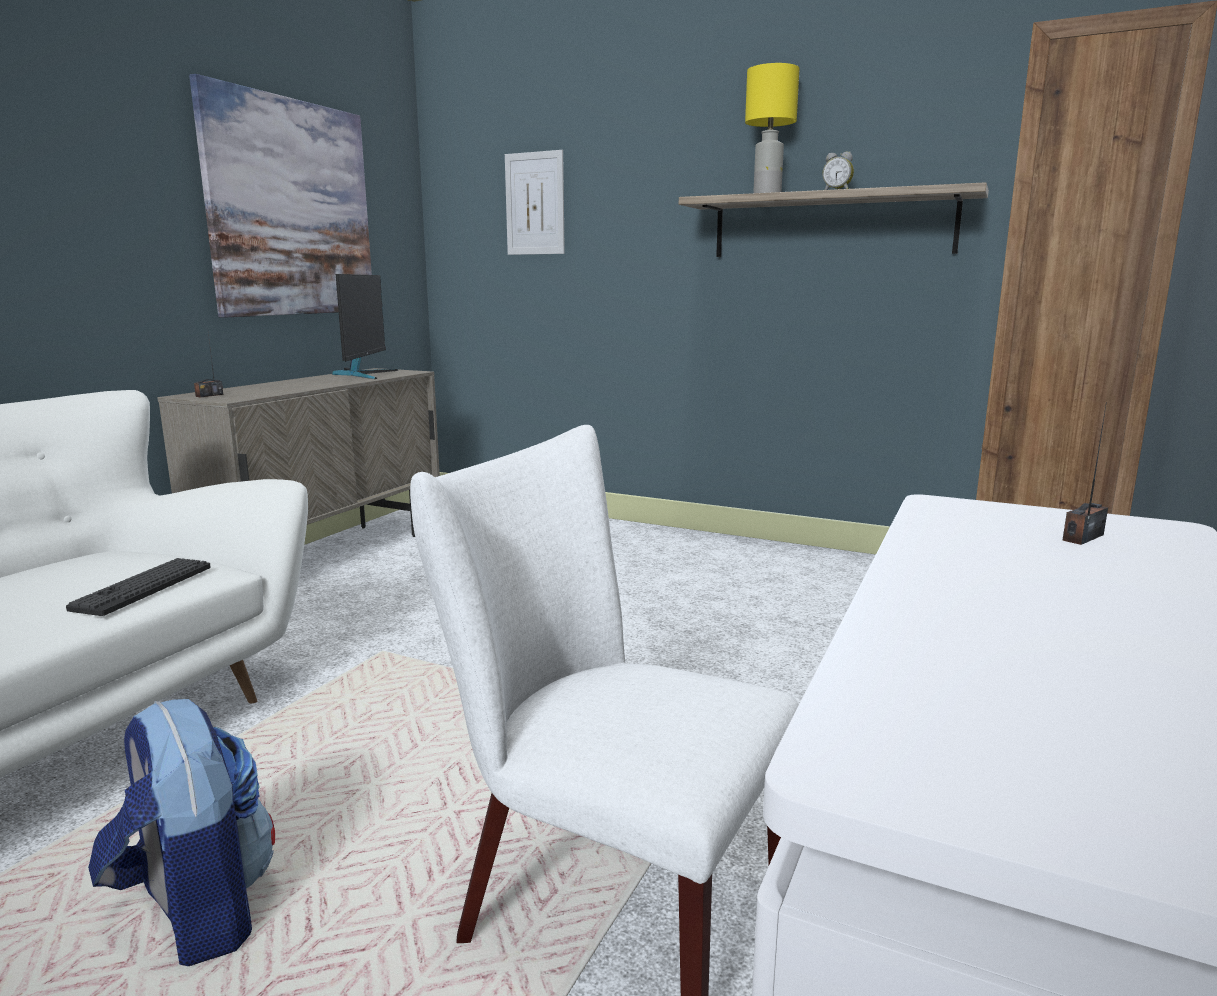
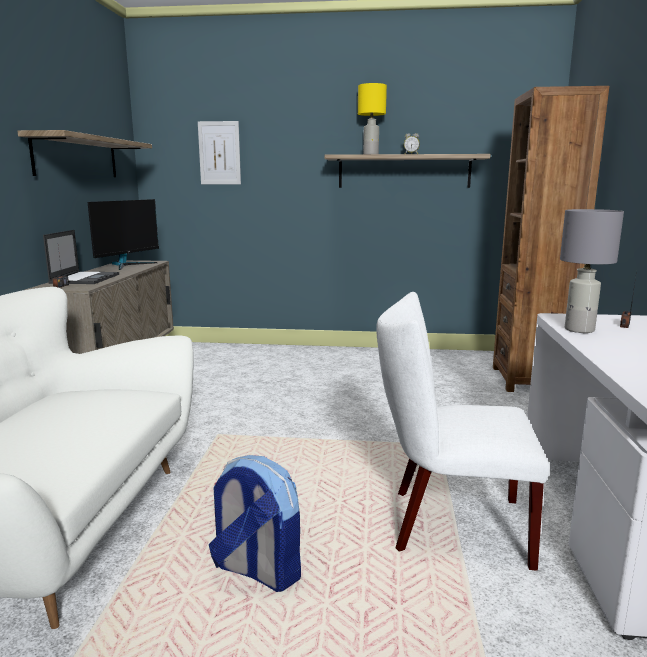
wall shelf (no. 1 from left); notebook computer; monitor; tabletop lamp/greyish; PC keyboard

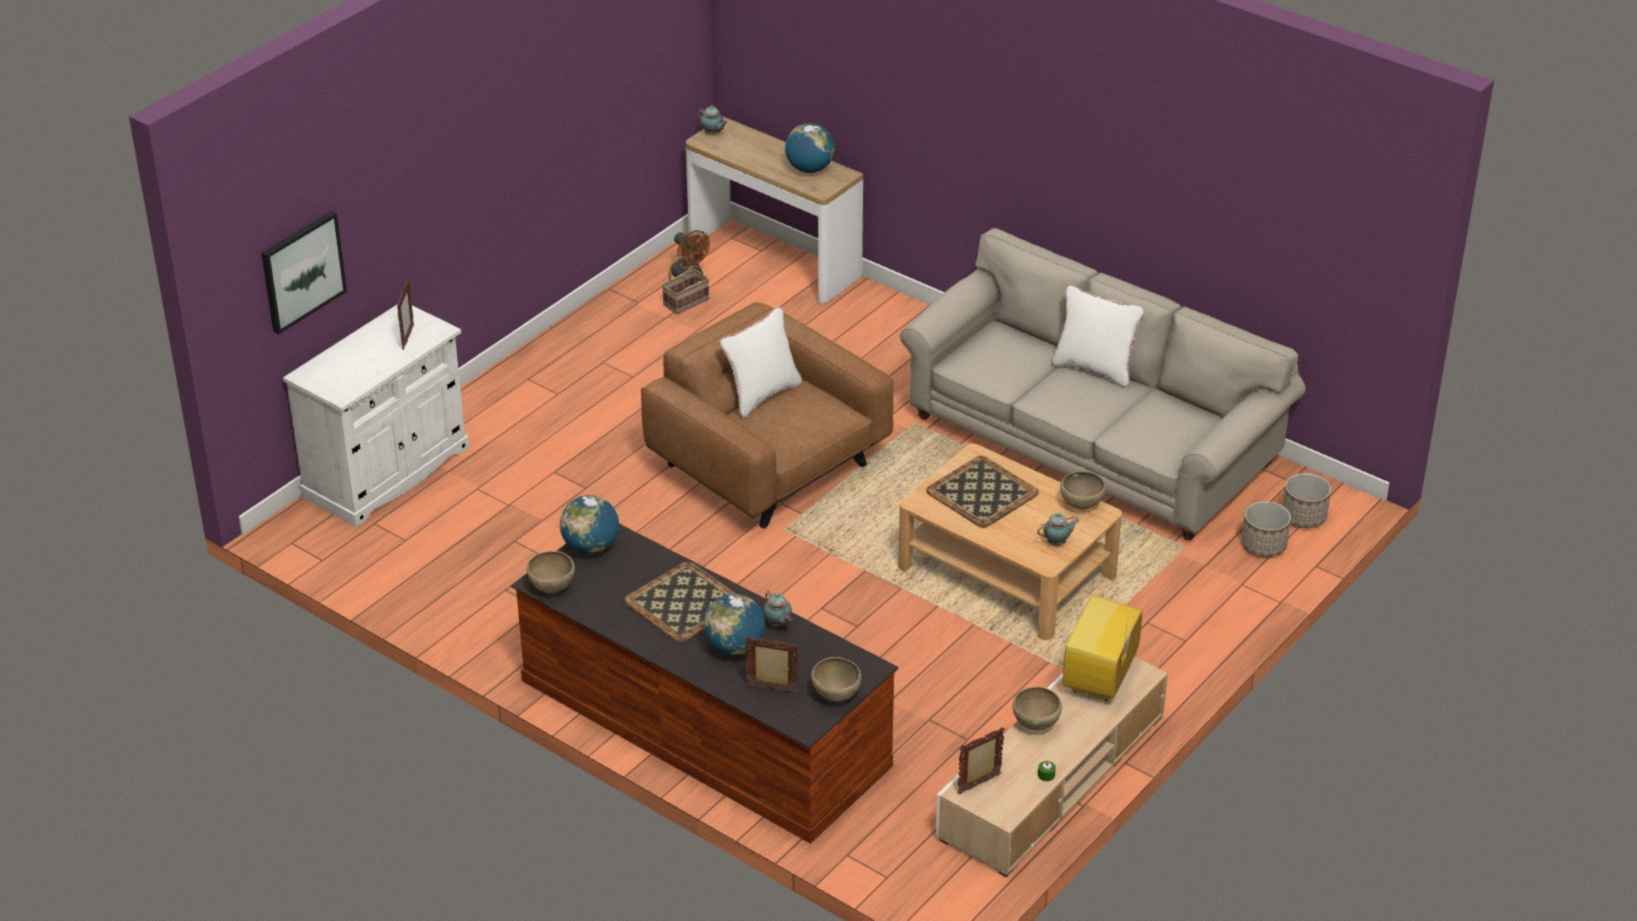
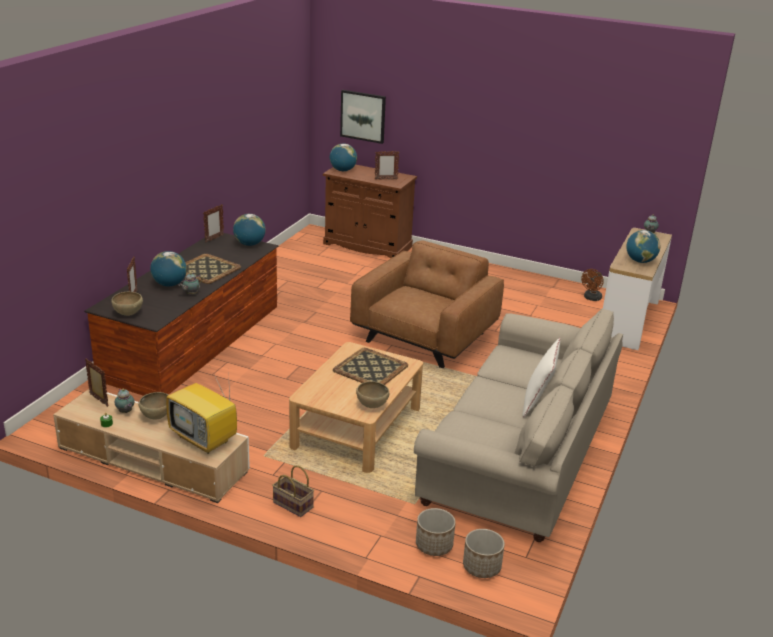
teapot (no. 1 from left); TV set; photo frame (no. 3 from left); basket; storage cabinet/brown-coloured; world globe (no. 3 from left); throw pillow/white-coloured (no. 1 from left in the first image)

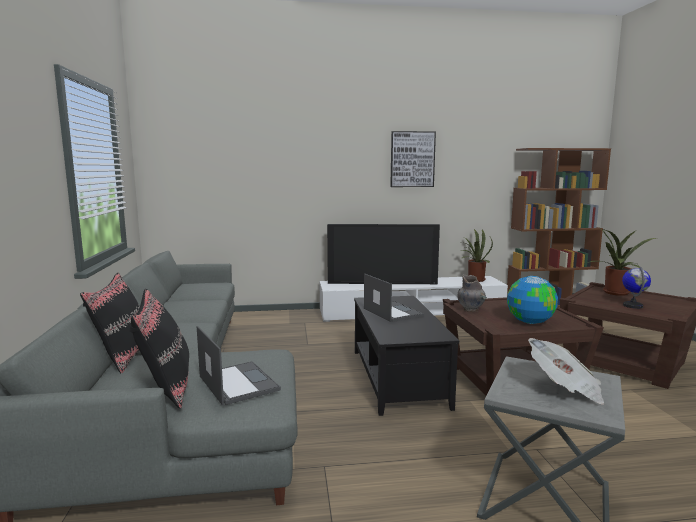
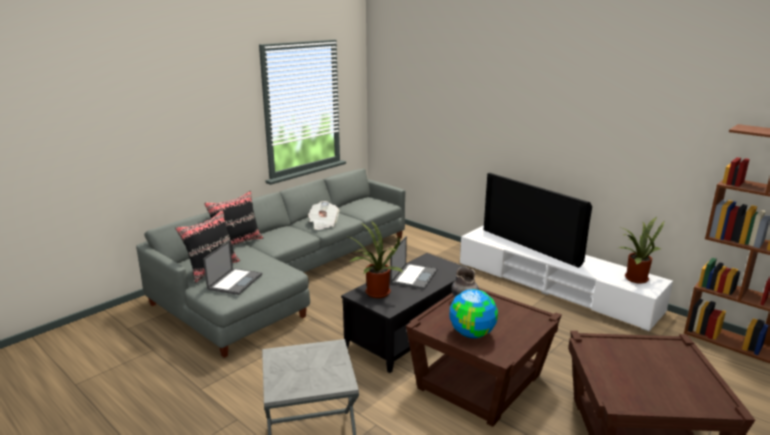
newspaper; potted plant (no. 1 from left); wall art; world globe (no. 2 from left in the first image)

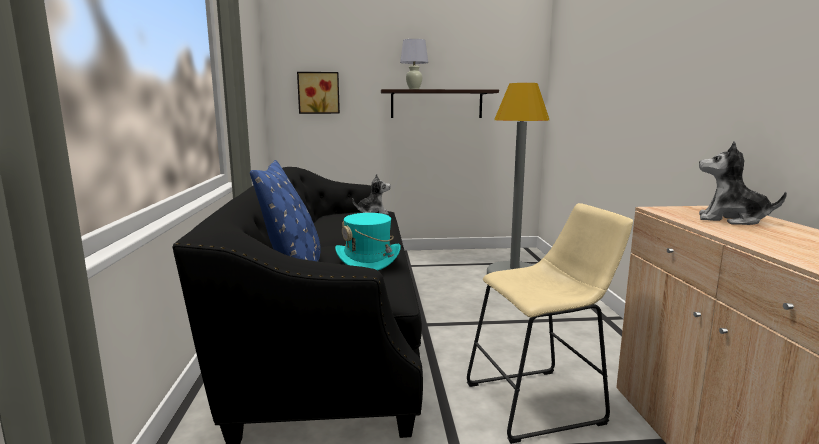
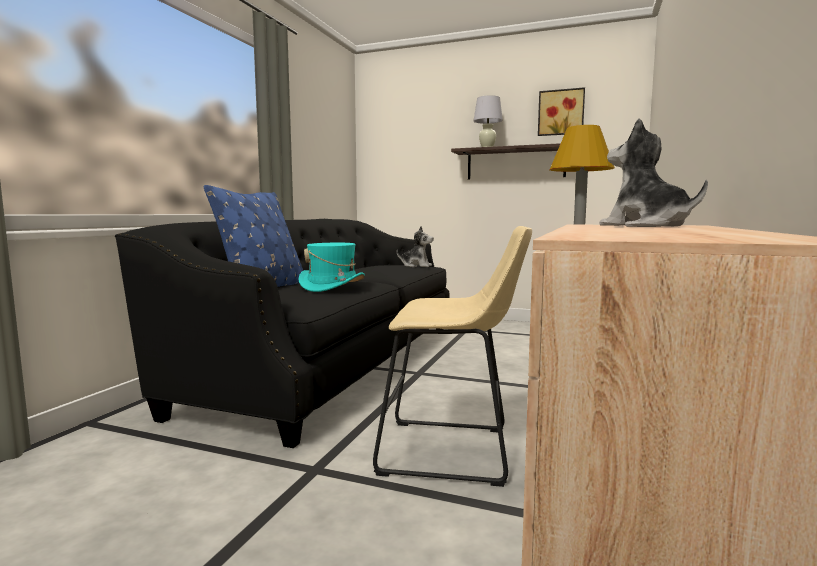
wall art

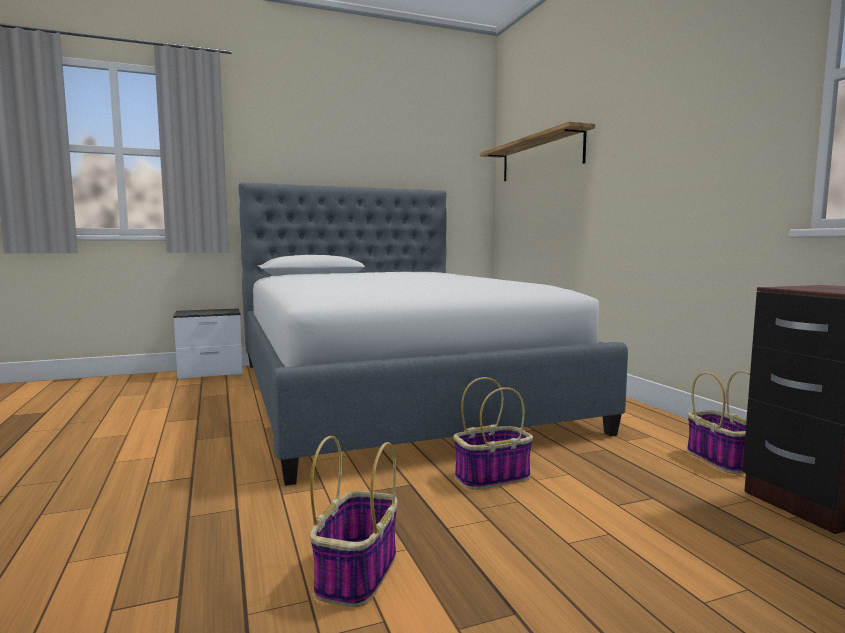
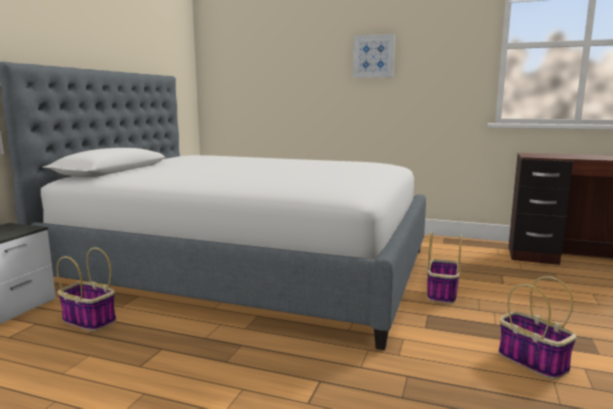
basket (no. 1 from left); wall art; wall shelf

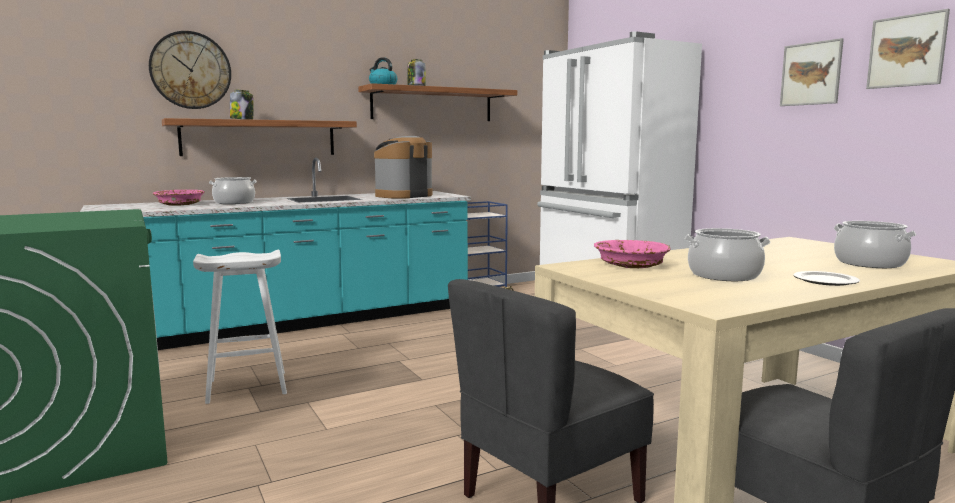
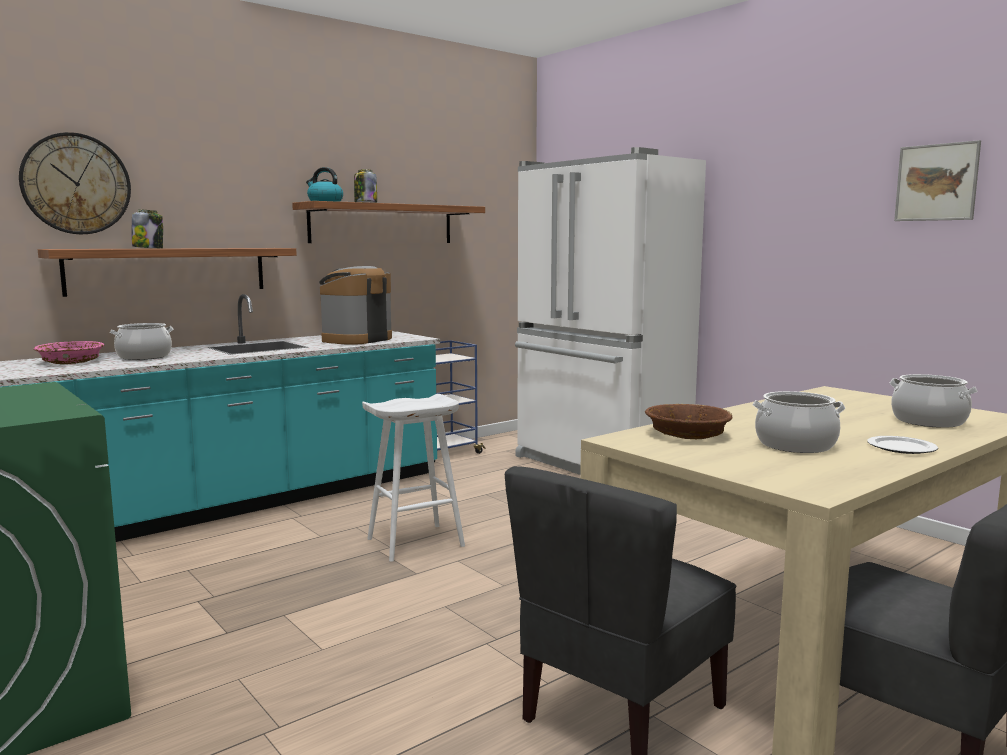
stool/white-coloured; bowl/brown-coloured; wall art (no. 1 from left in the first image)

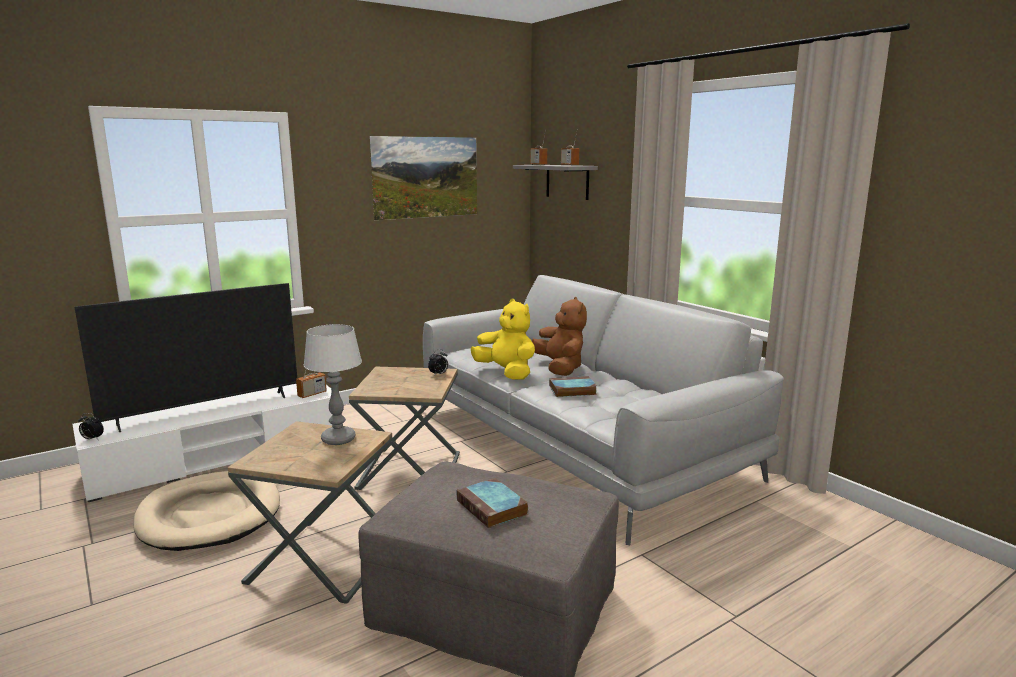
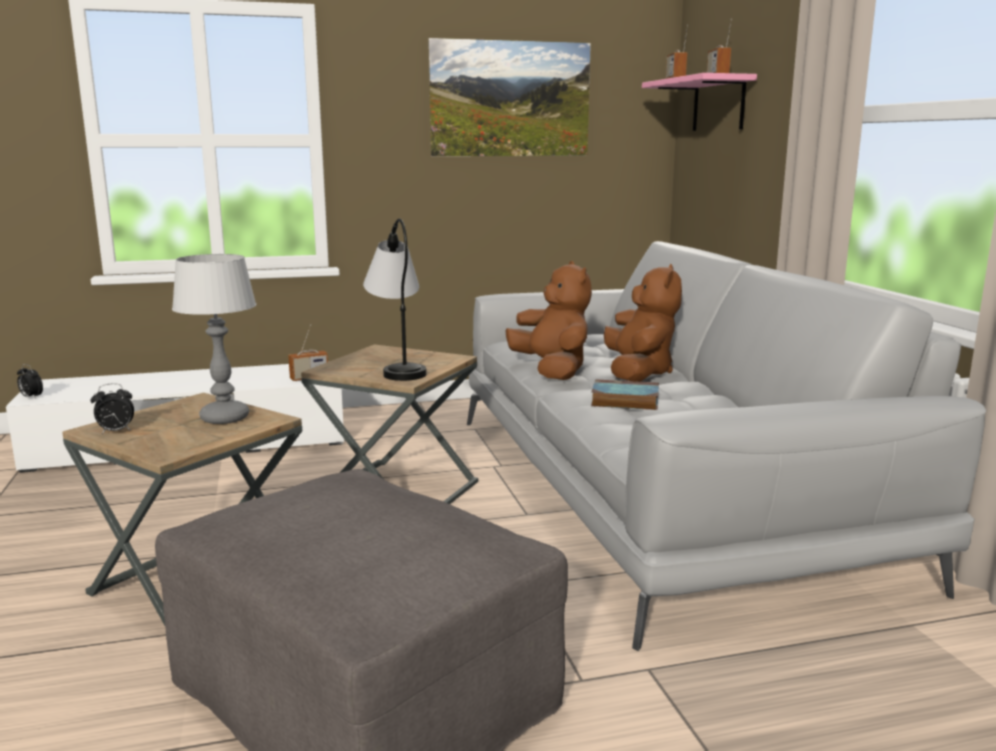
table clock (no. 2 from left); tabletop lamp (no. 2 from left); soft toy/brown-coloured (no. 1 from left); wall shelf/pink-coloured; TV set; dog cushion/sand-coloured; volume (no. 1 from left in the first image)

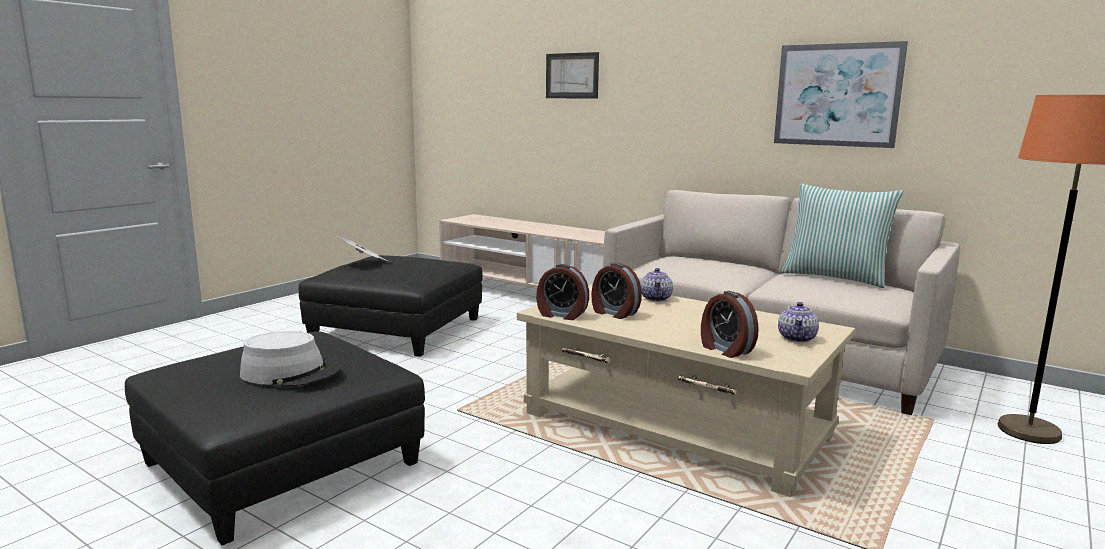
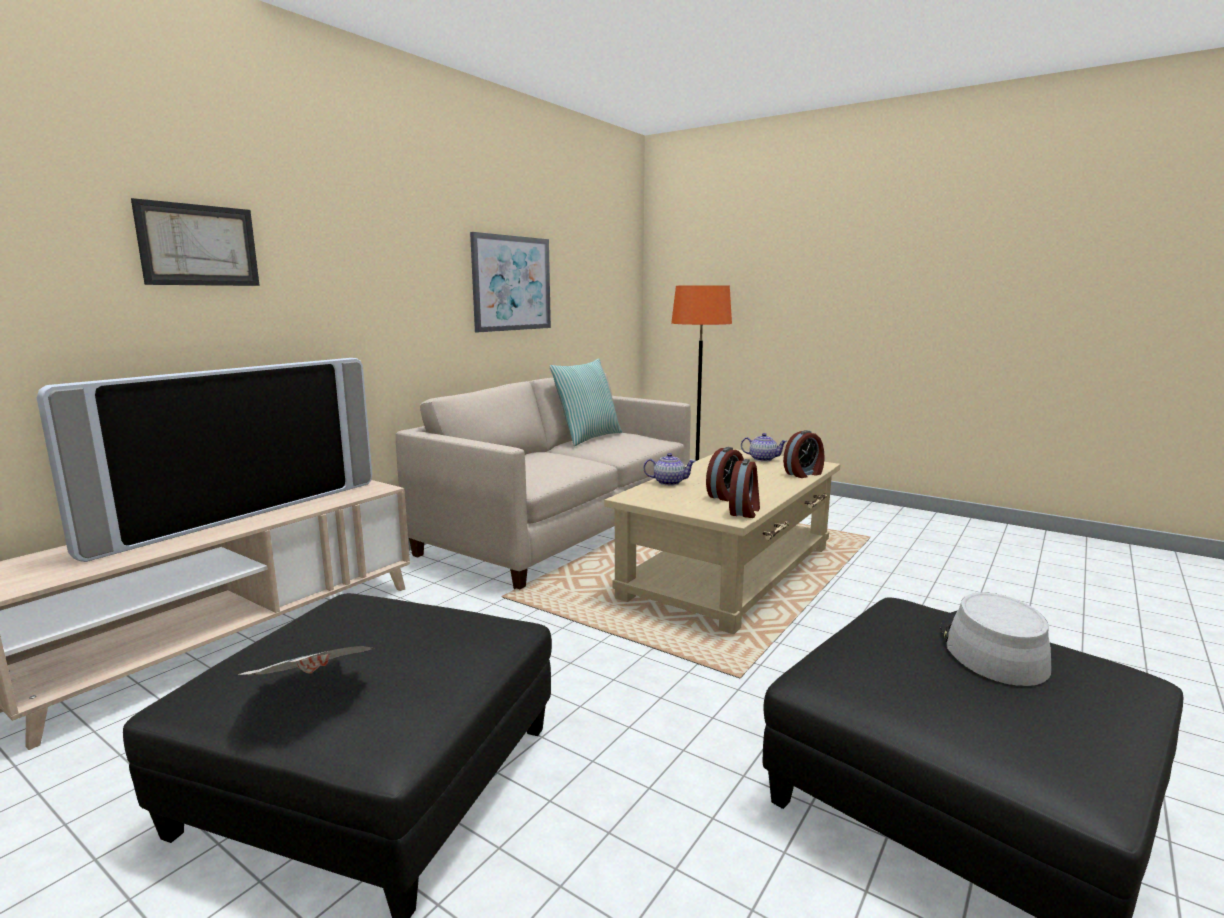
TV set

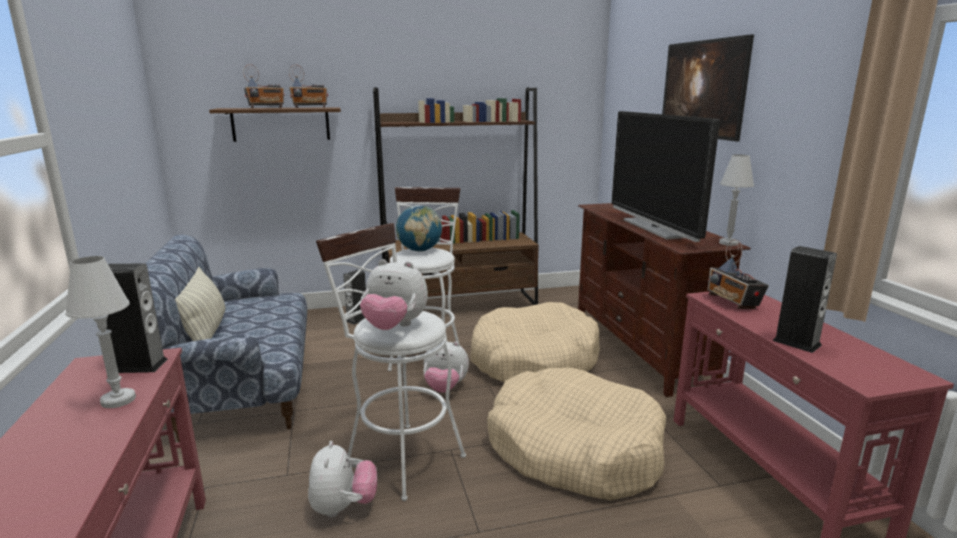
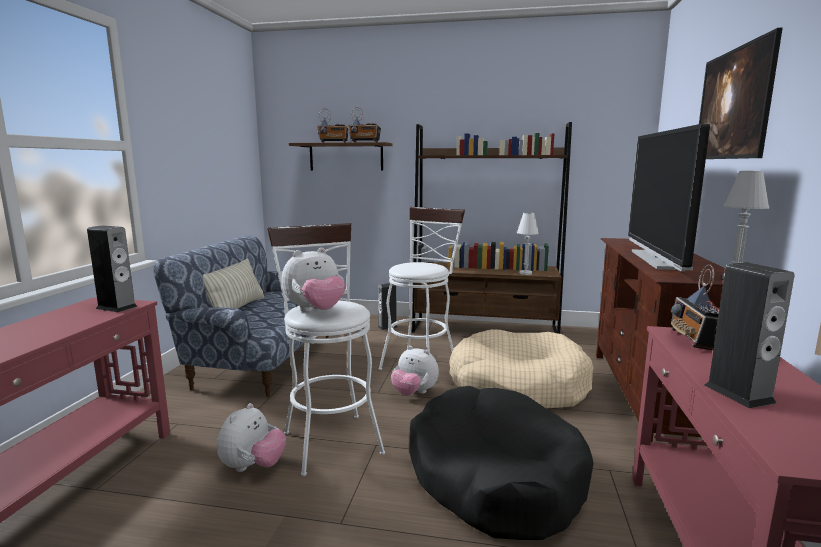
soft toy (no. 2 from left); dog cushion/black; tabletop lamp/white-coloured (no. 1 from left); world globe

